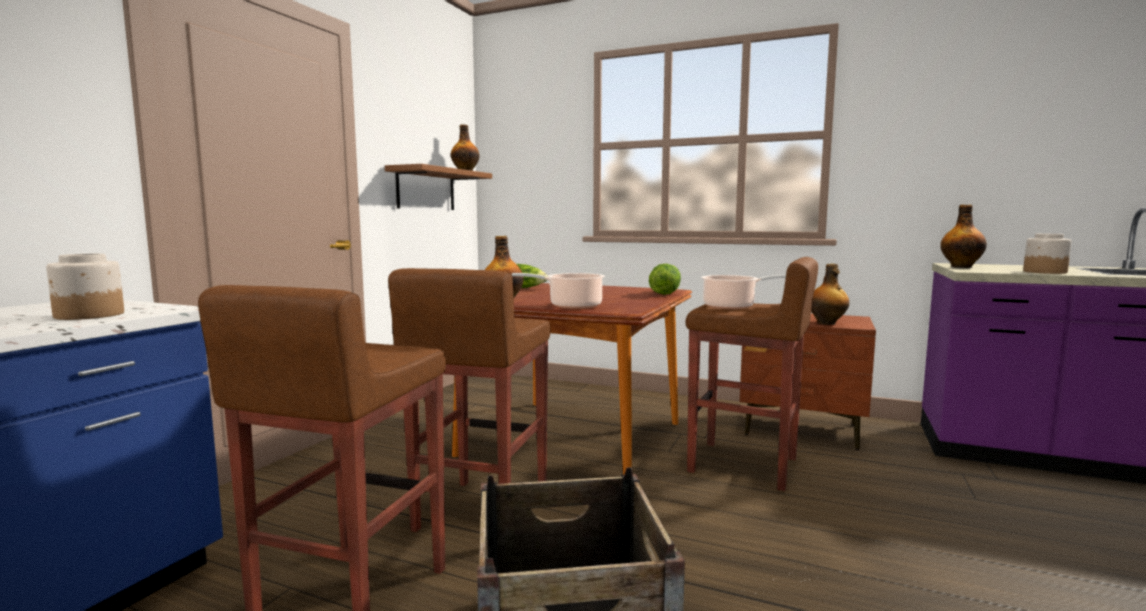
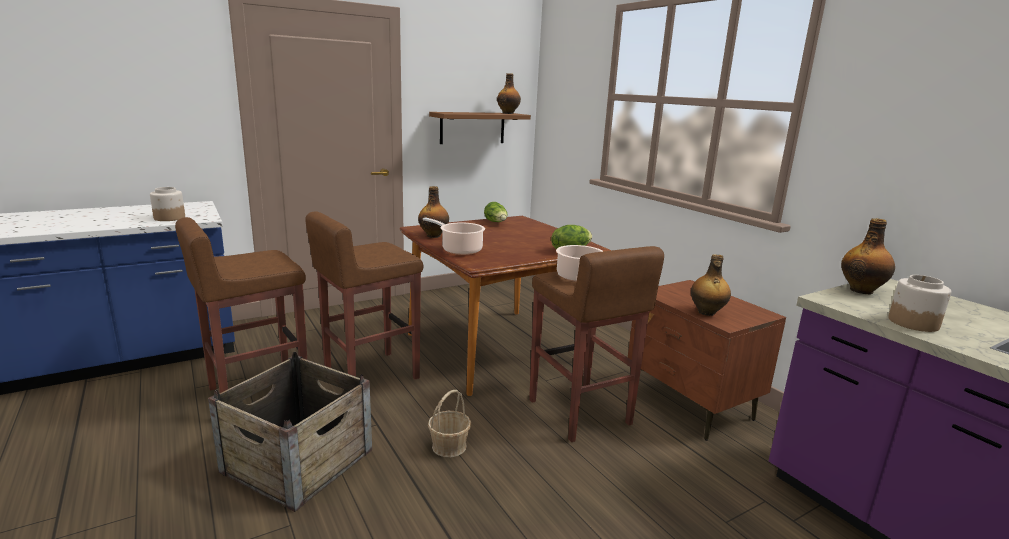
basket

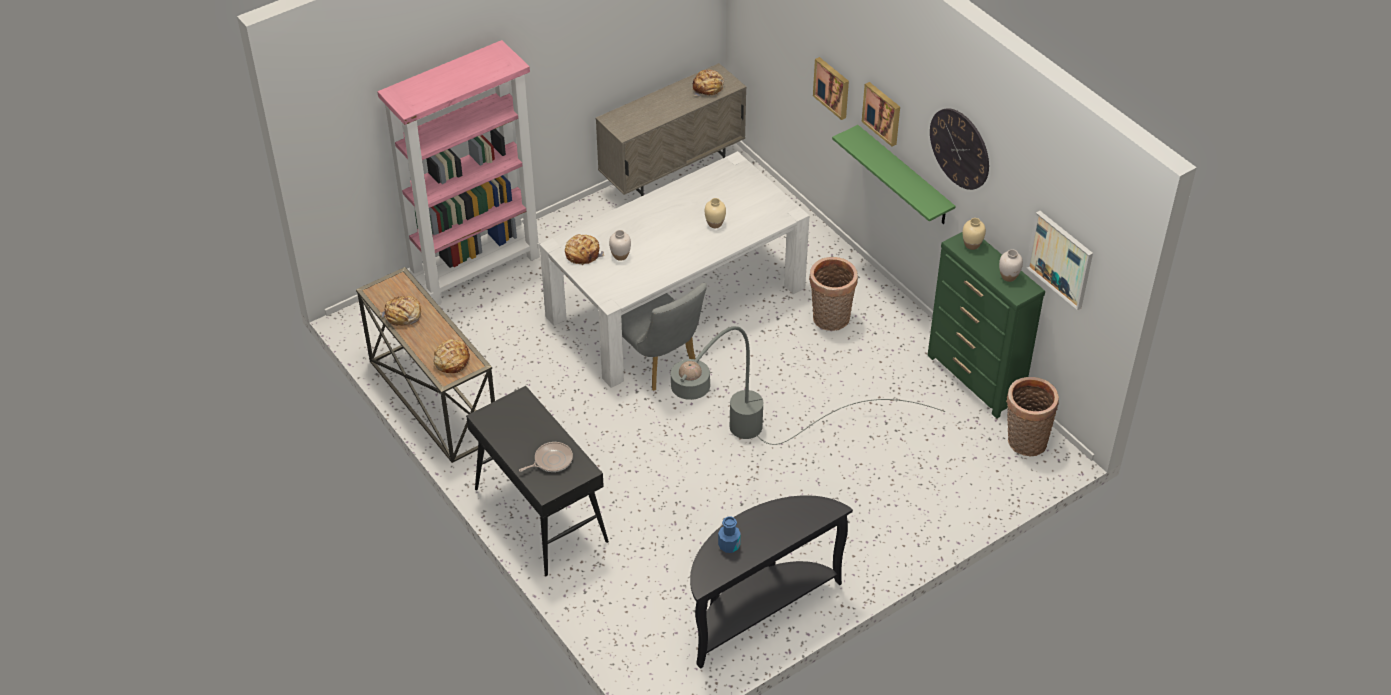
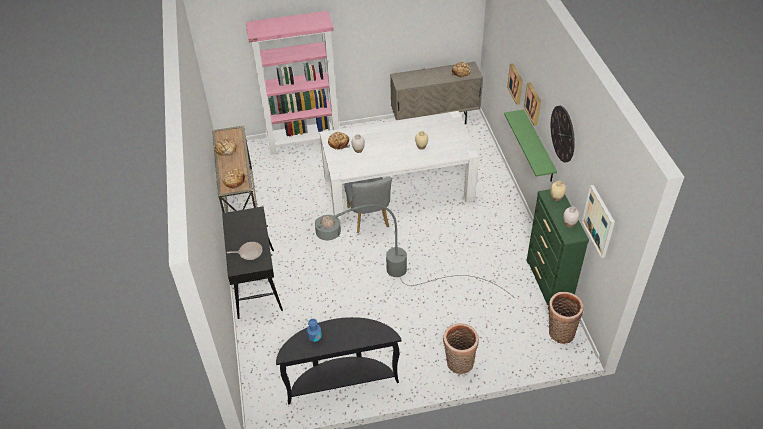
basket (no. 1 from left)

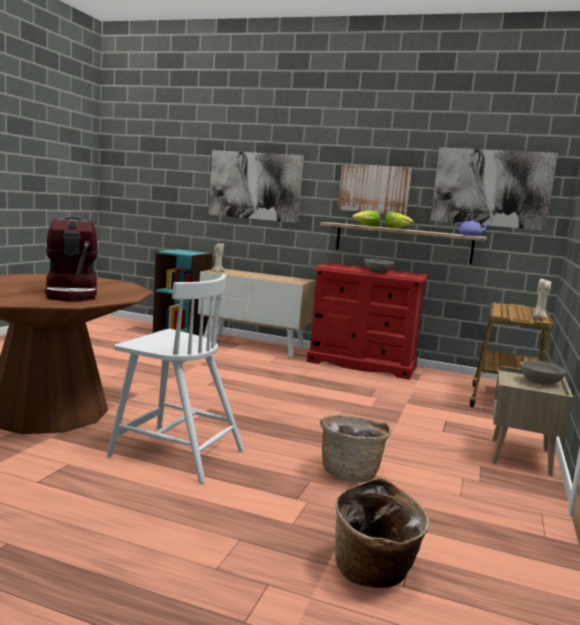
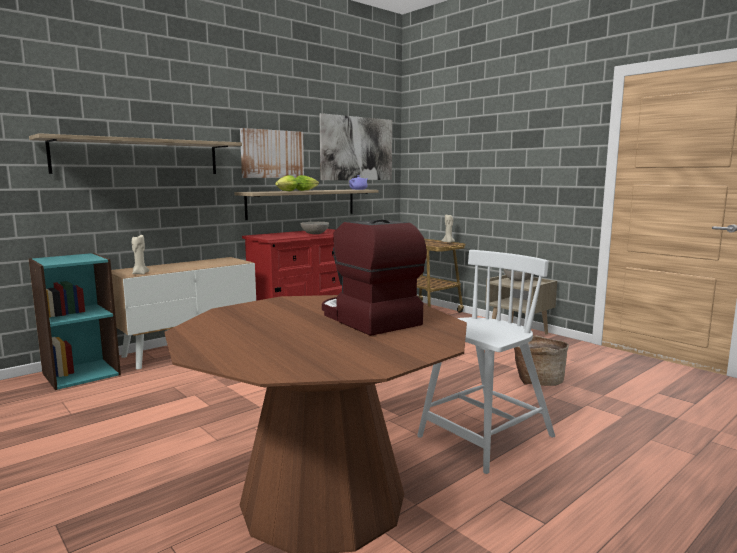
wall shelf (no. 1 from left); coffee brewer; basket (no. 2 from left in the first image)

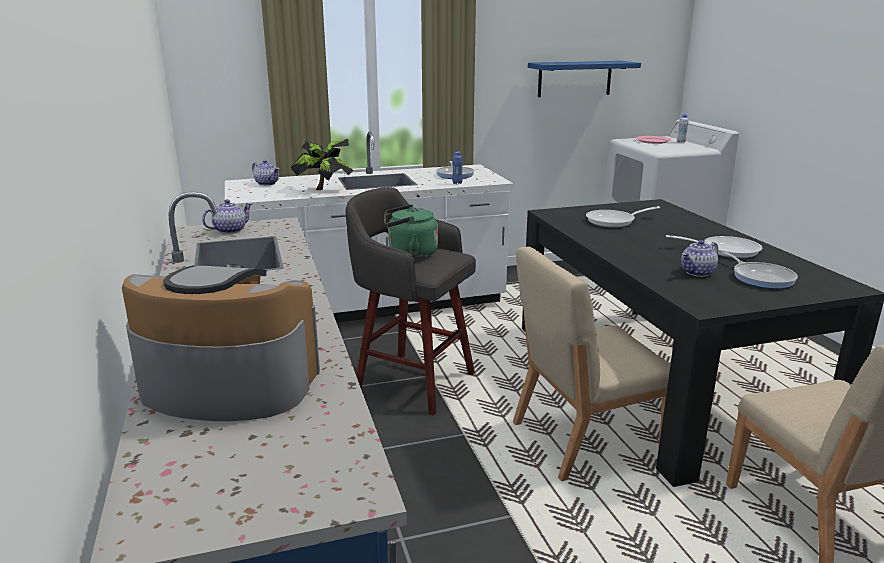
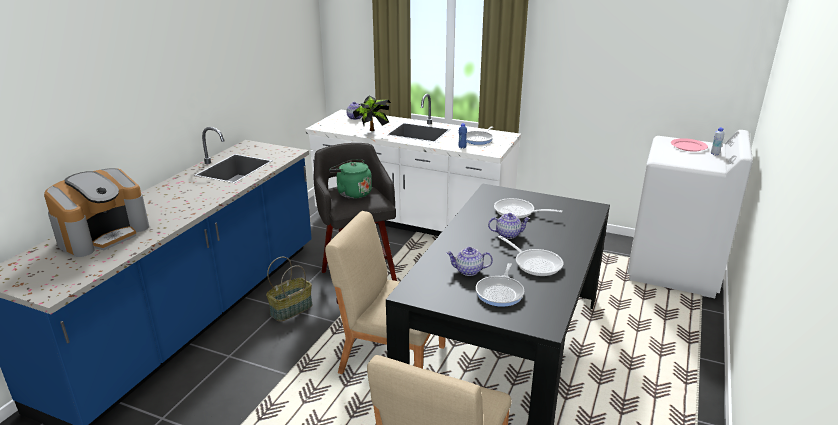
coffee brewer; basket; teapot (no. 3 from left); wall shelf/blue

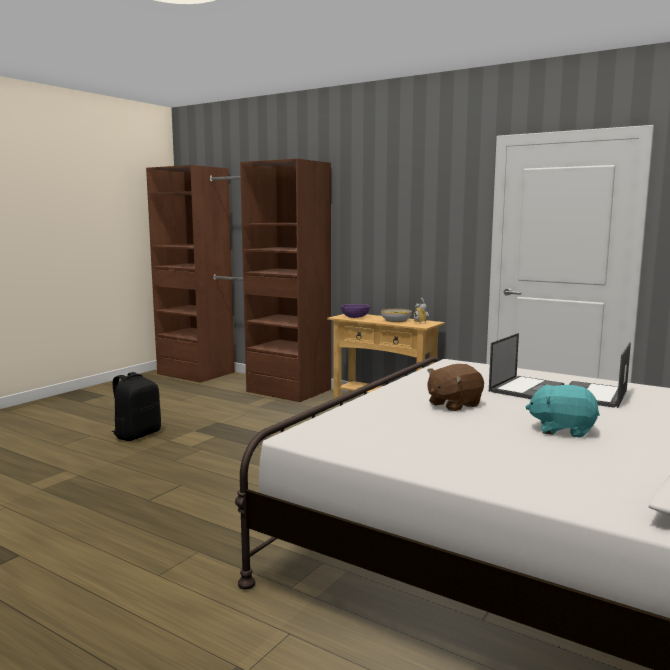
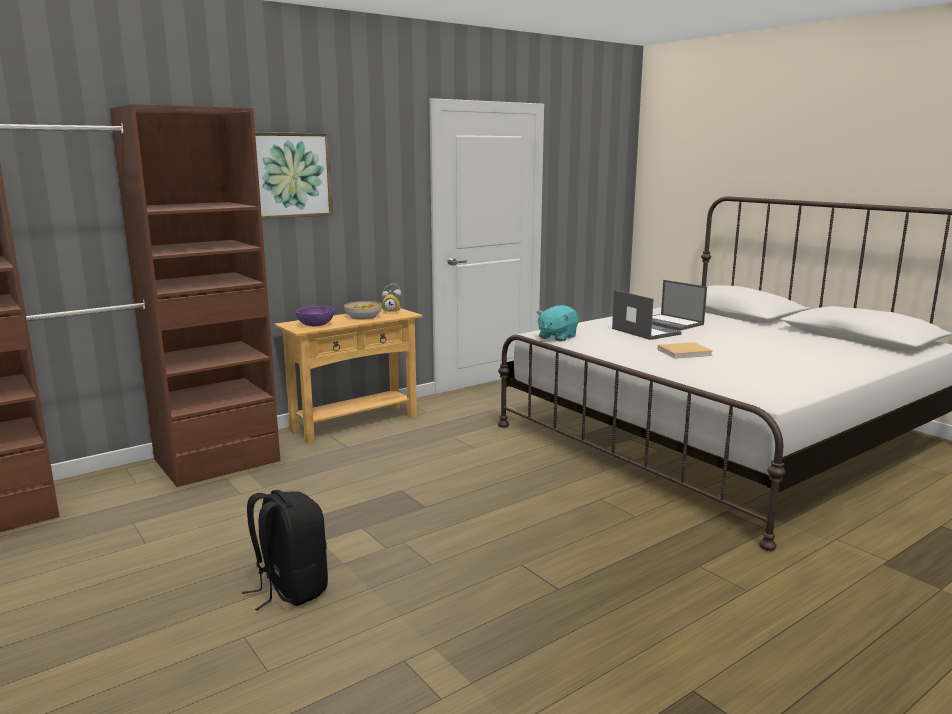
wall art; soft toy/blue-green; volume/sand-coloured

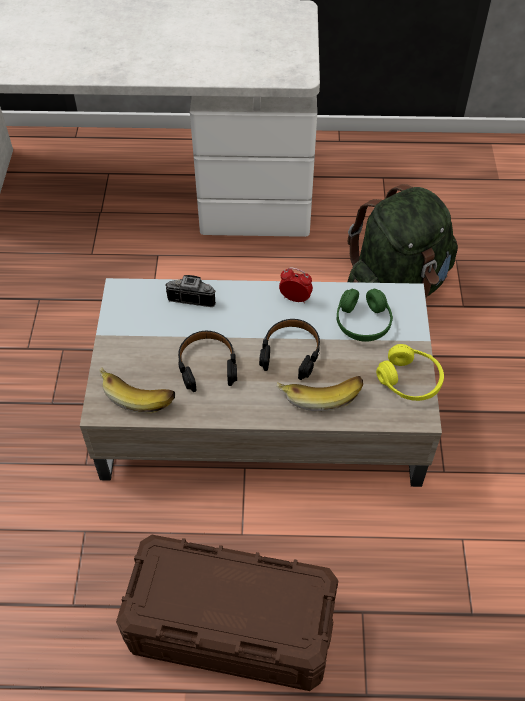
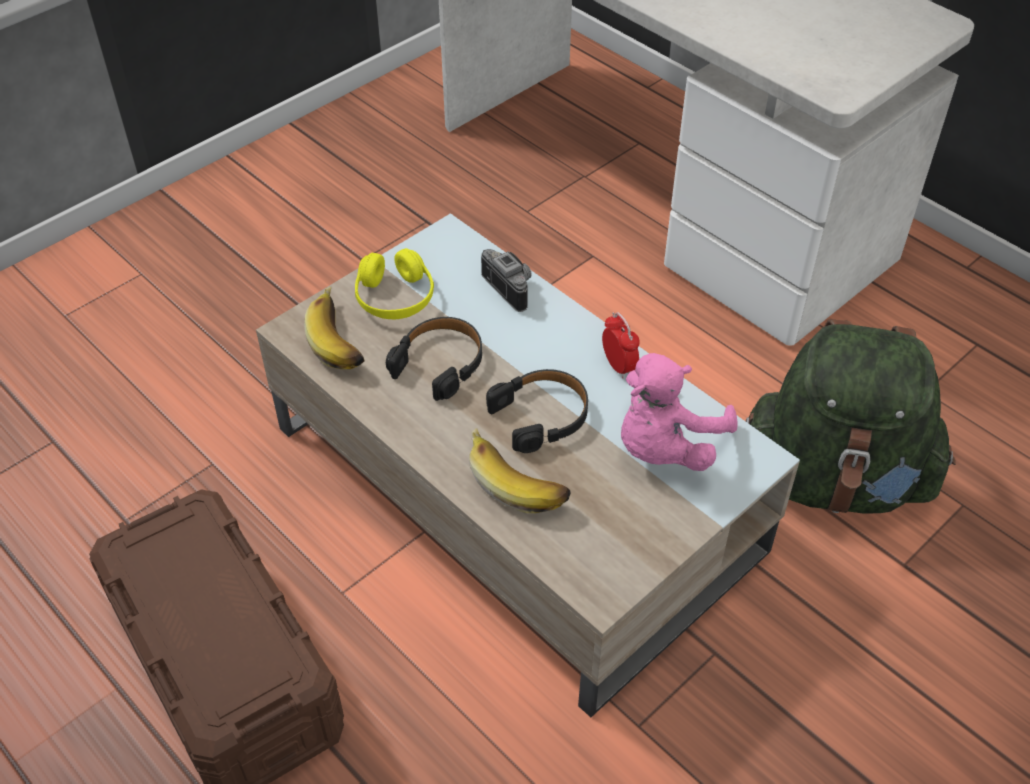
pair of headphones/yellowish; soft toy/pink-coloured

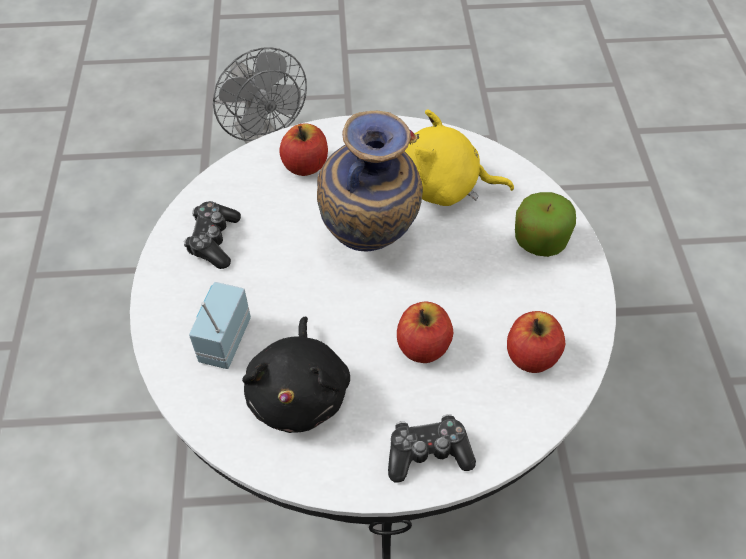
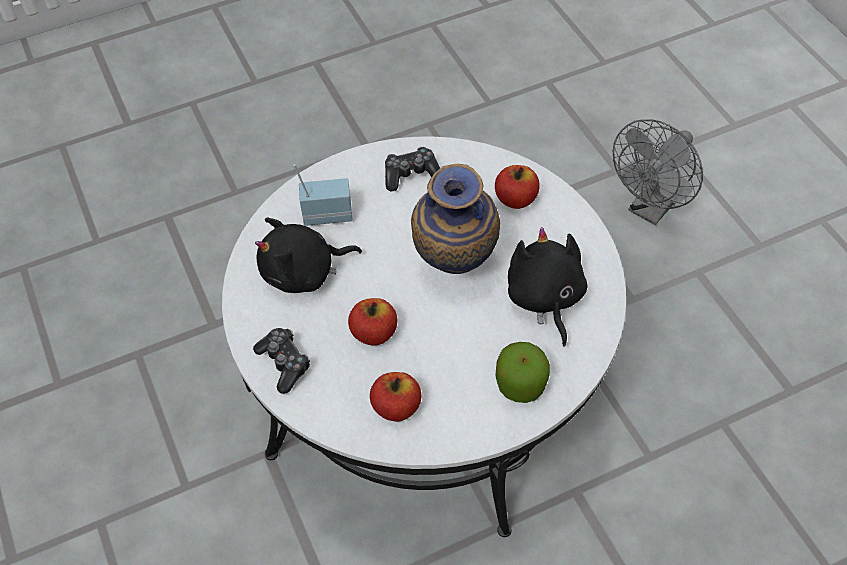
soft toy/black (no. 2 from left)

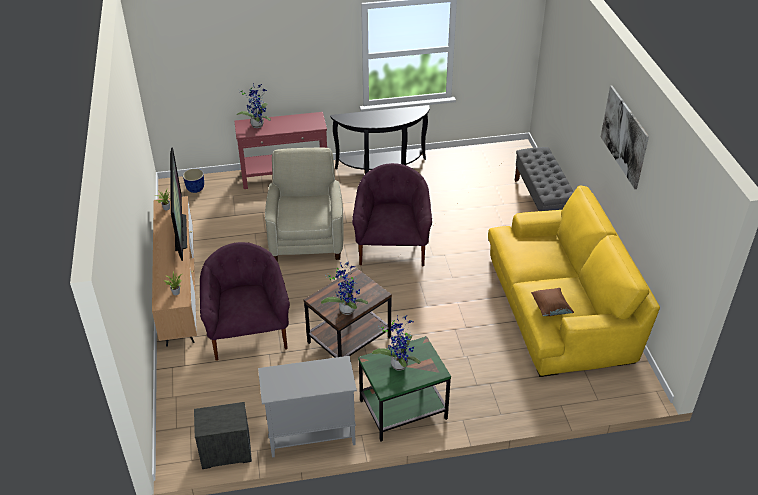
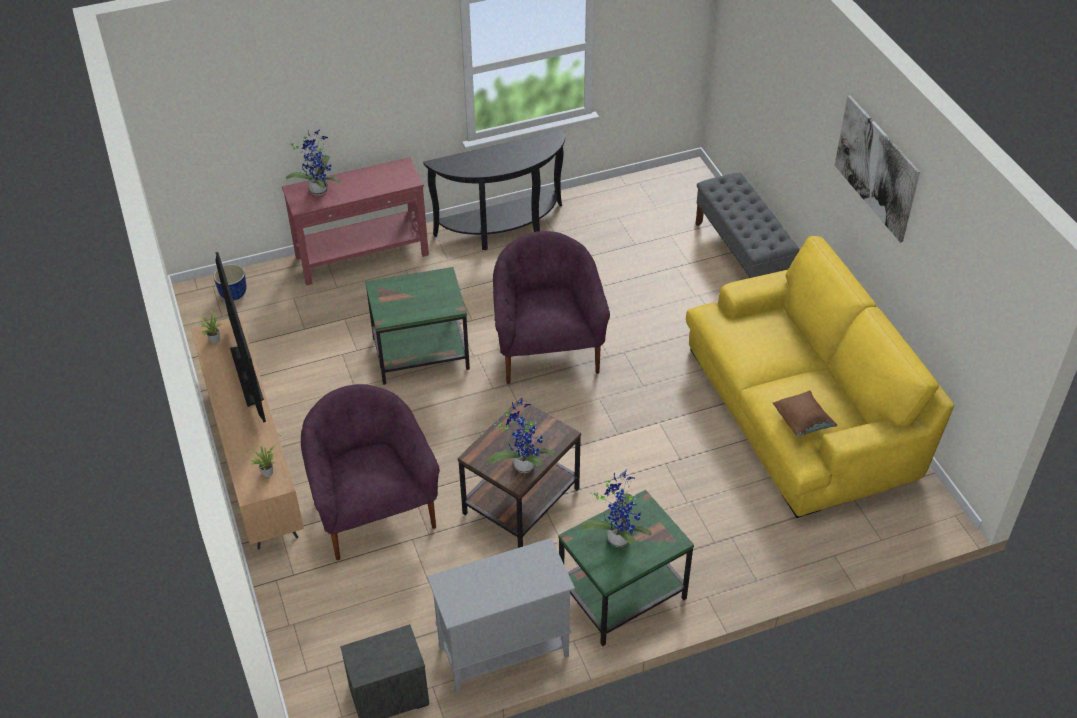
end table/greenish (no. 1 from left)

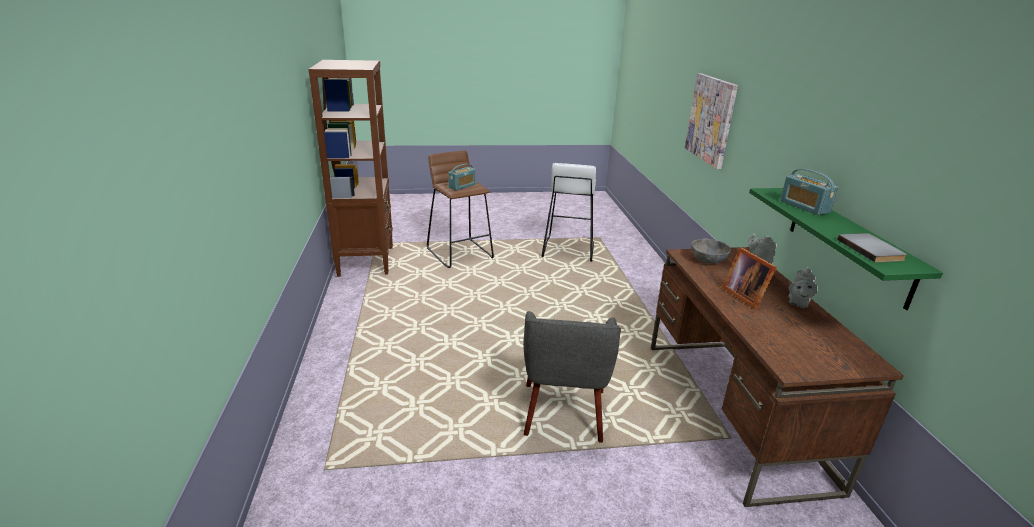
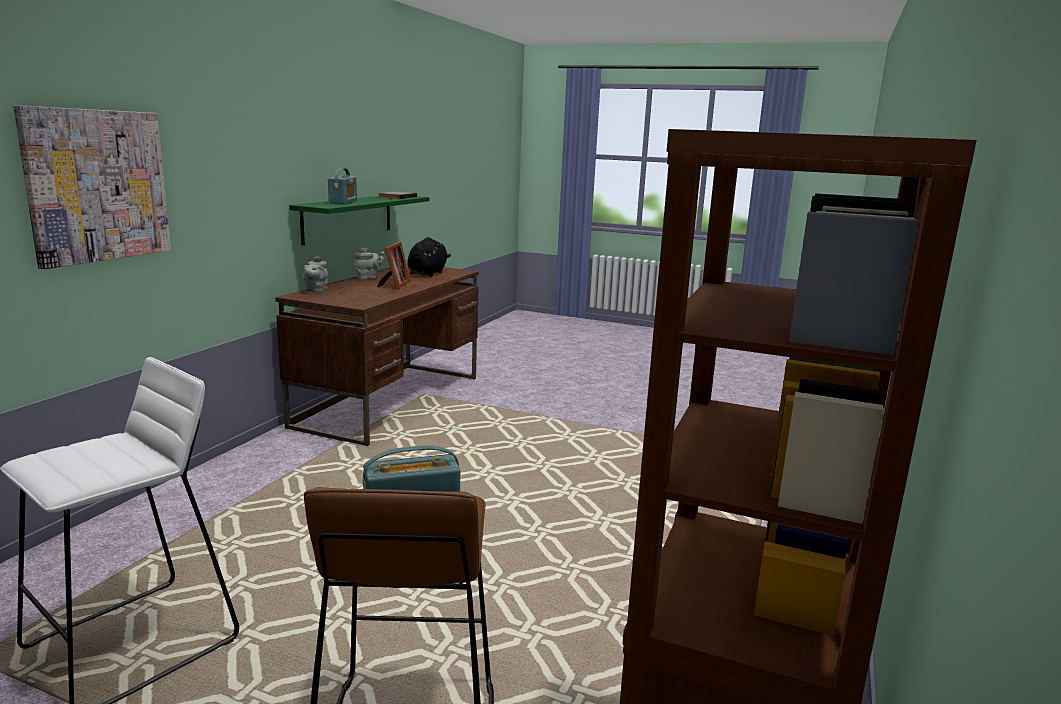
soft toy/black; lounge chair/greyish; bowl/greyish

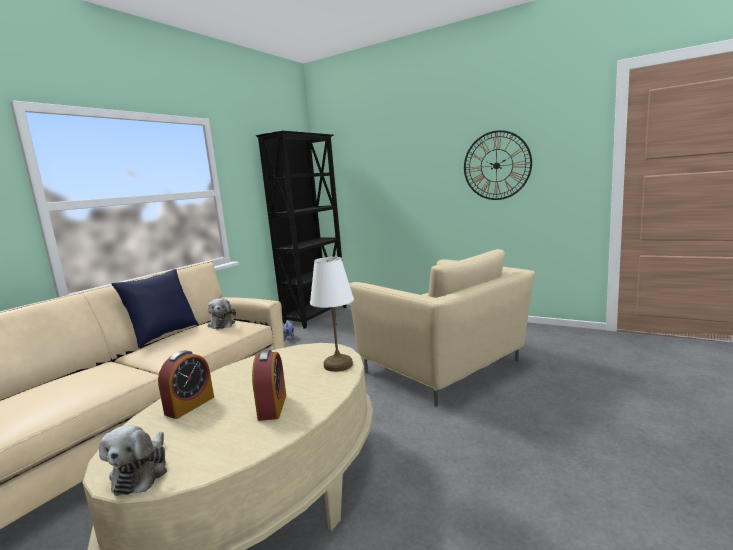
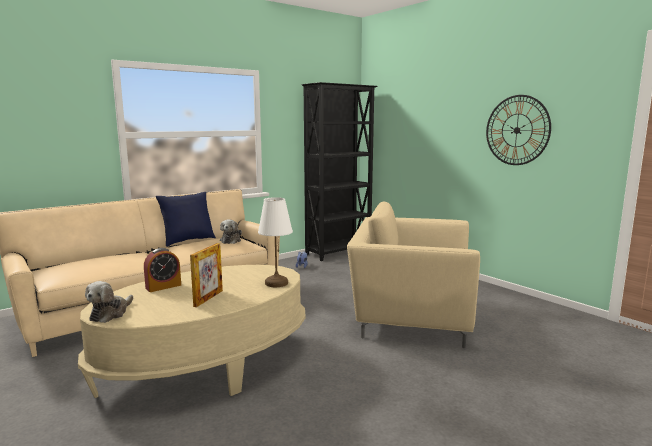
photo frame; lounge chair/sand-coloured

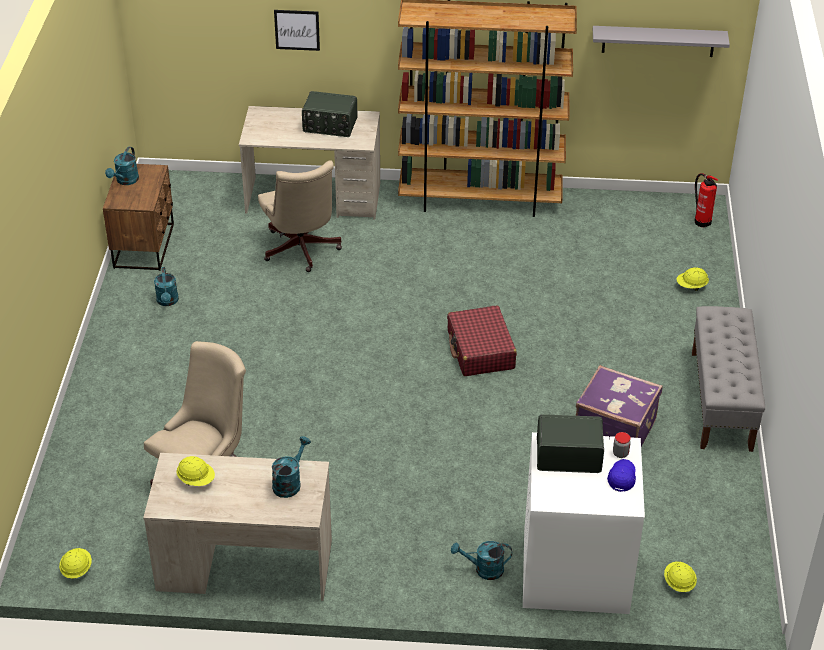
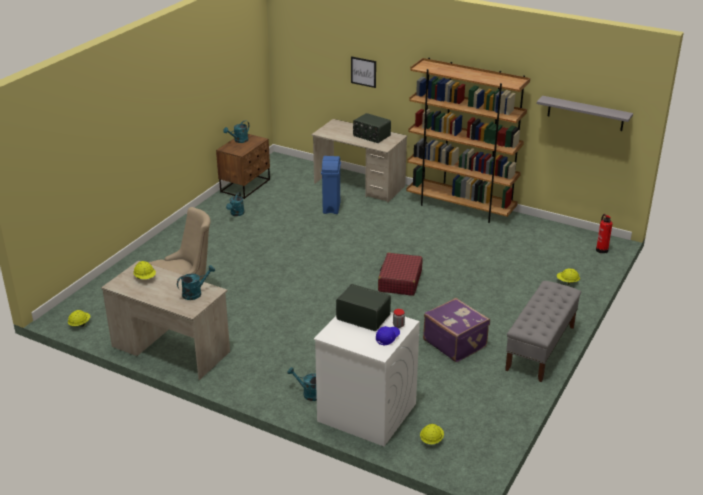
waste bin/blue

